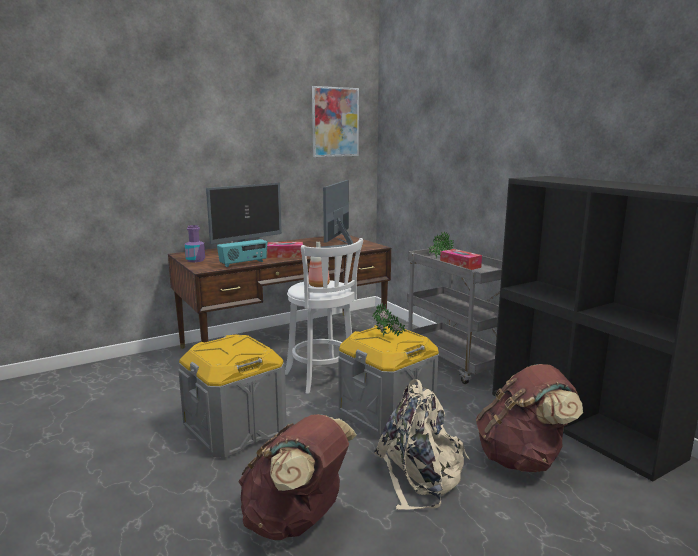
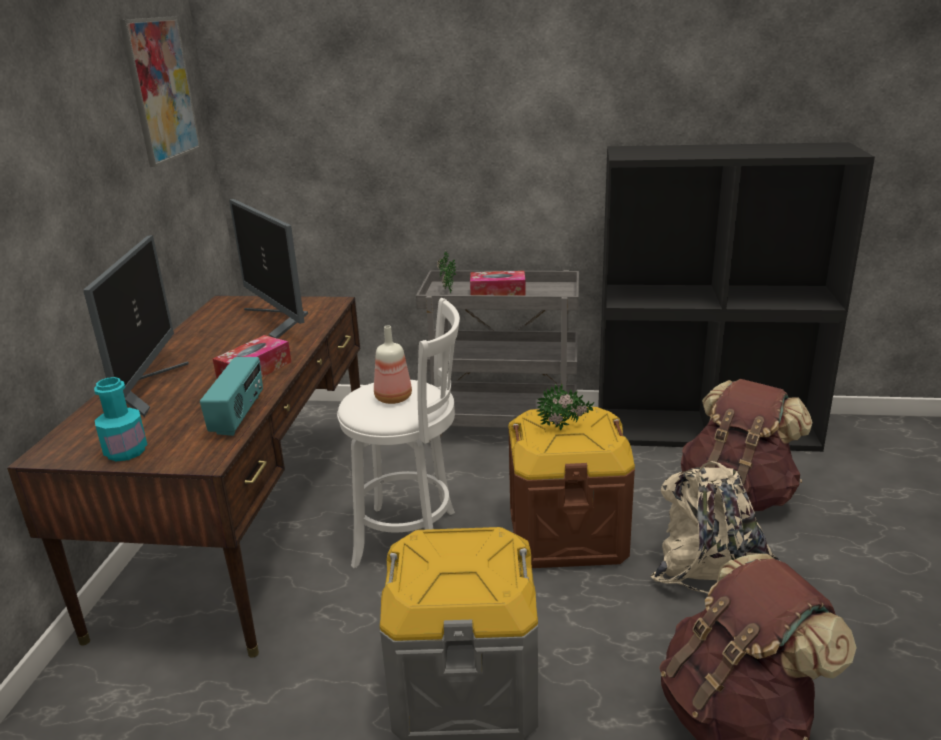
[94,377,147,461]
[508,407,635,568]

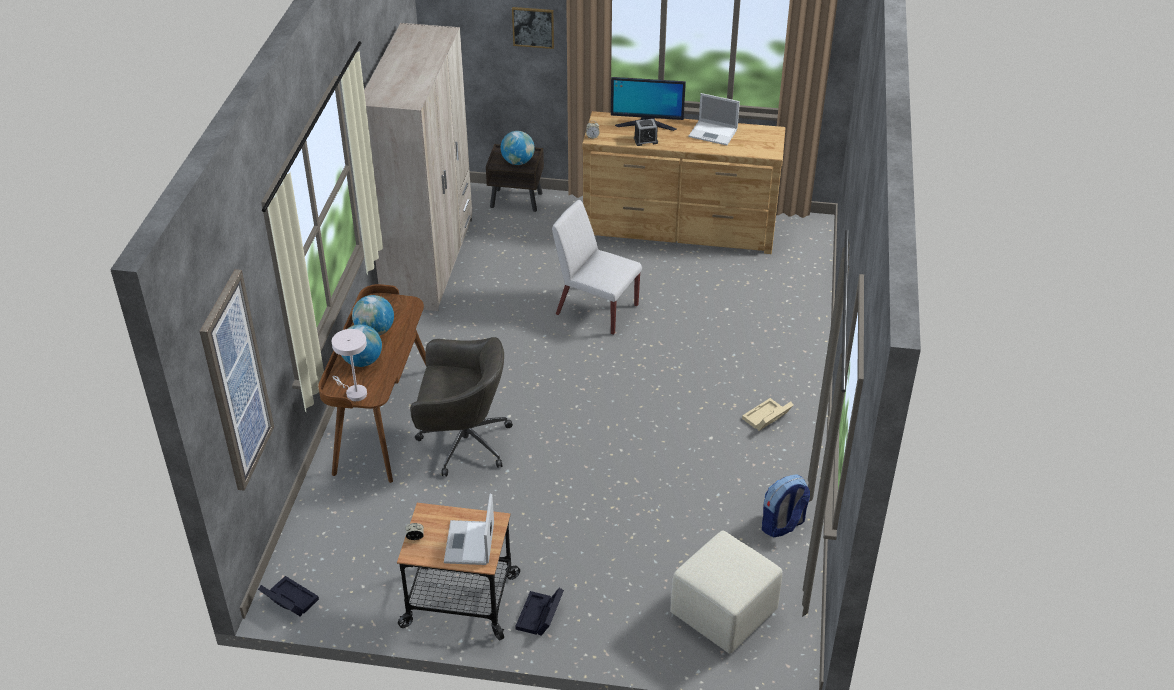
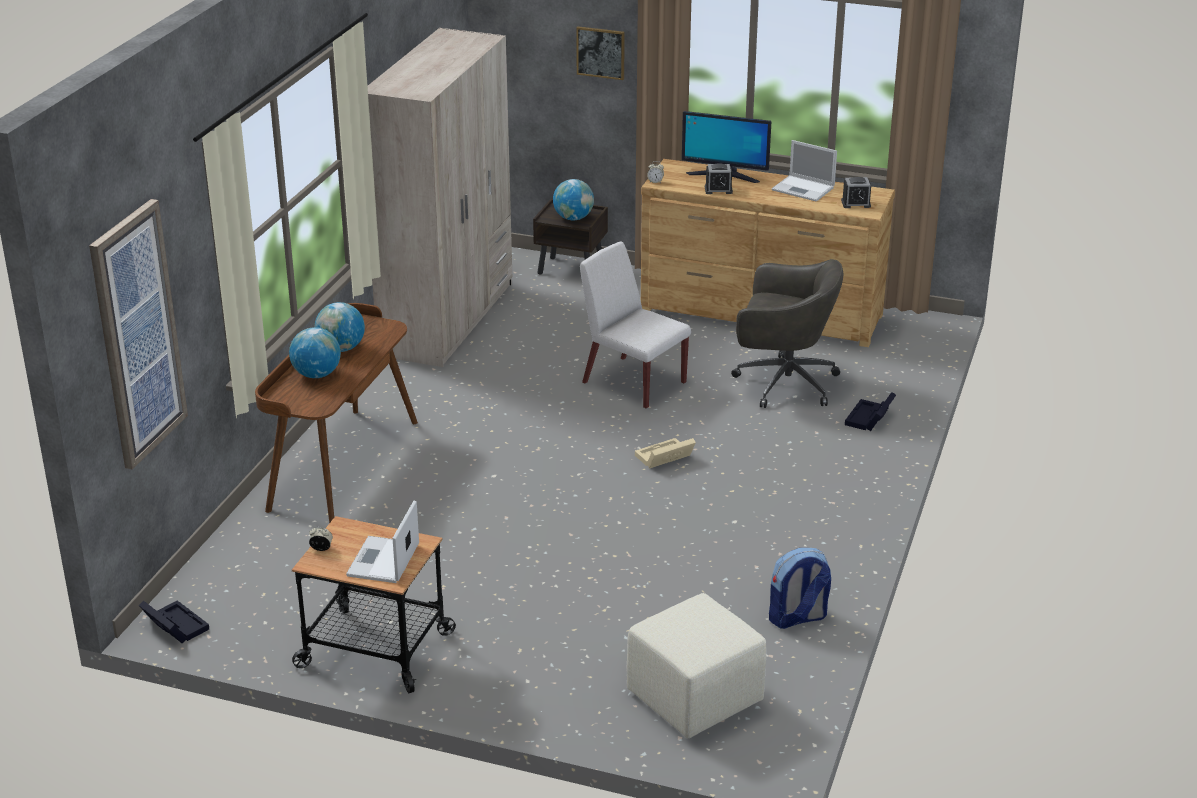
[332,329,367,401] (first image)
[841,177,871,208]
[731,259,844,408]
[845,392,896,431]
[635,438,696,469]

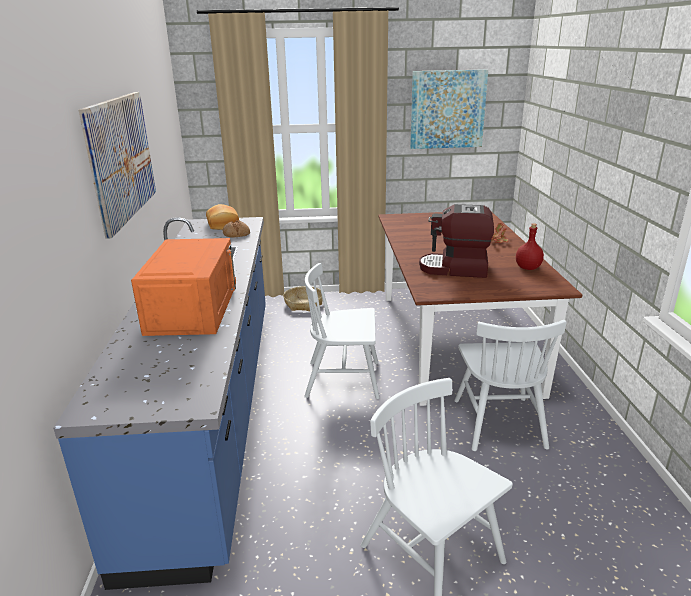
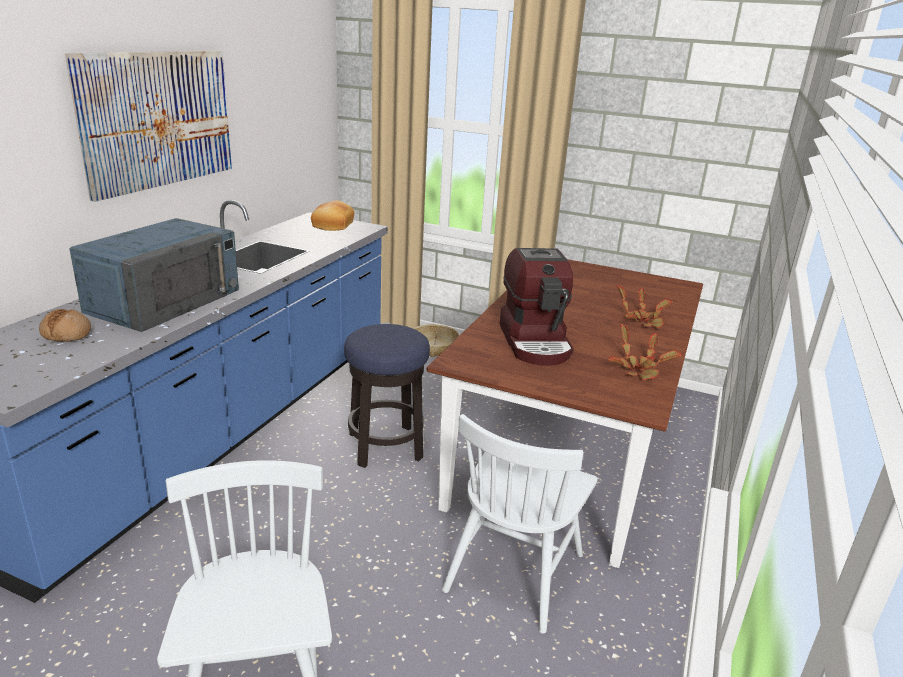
[410,69,488,149] (first image)
[39,309,91,342]
[344,324,430,468]
[608,324,683,380]
[70,218,239,332]
[500,248,574,366]

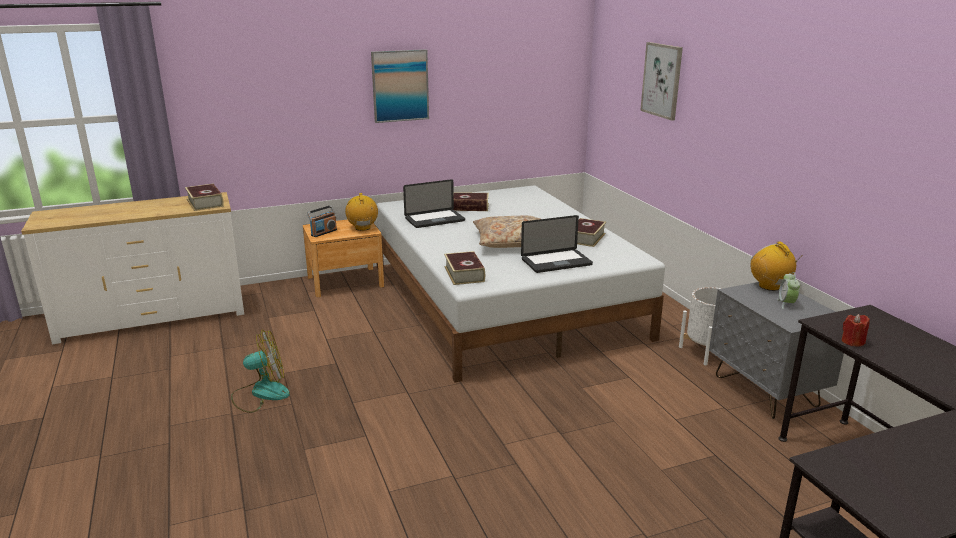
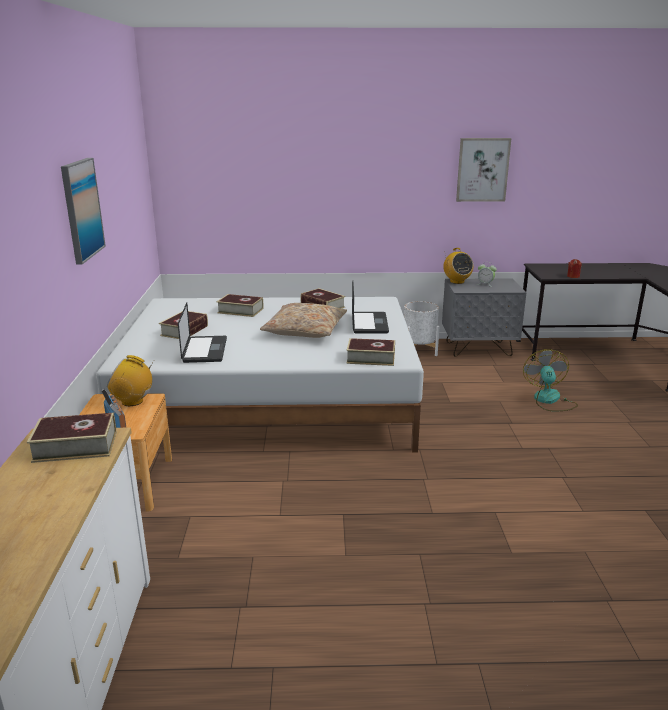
[217,294,263,317]
[523,349,578,411]
[456,138,512,202]
[443,248,474,284]

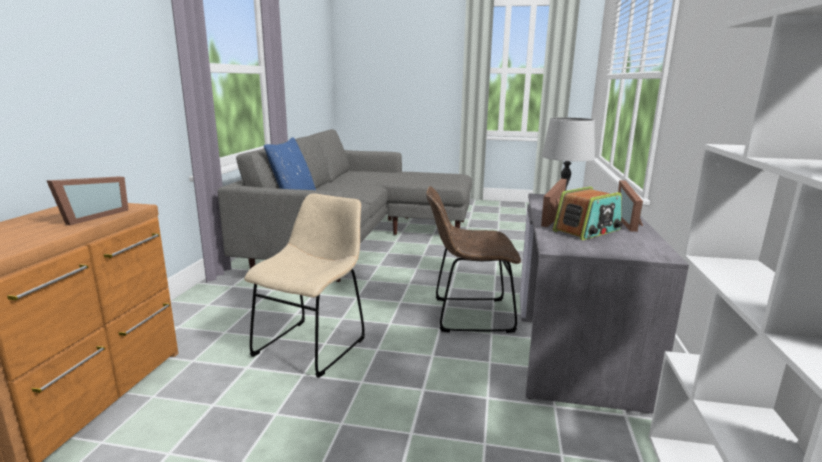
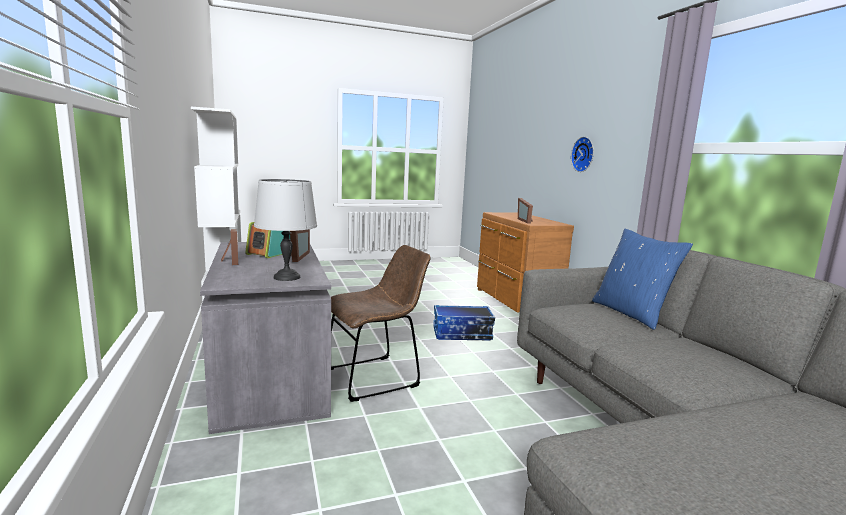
[571,137,594,172]
[433,305,495,340]

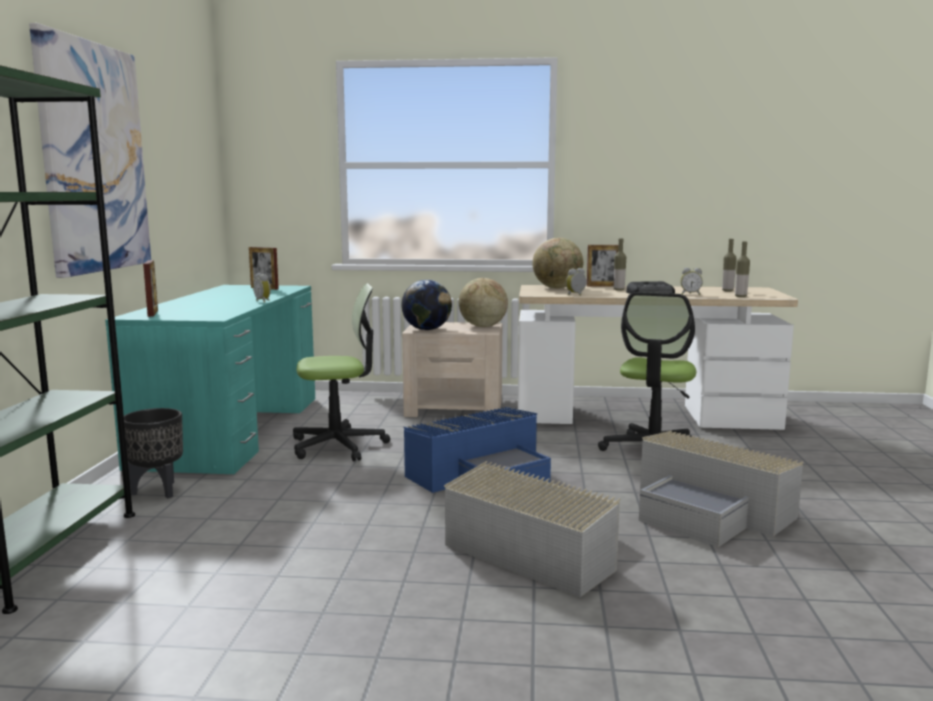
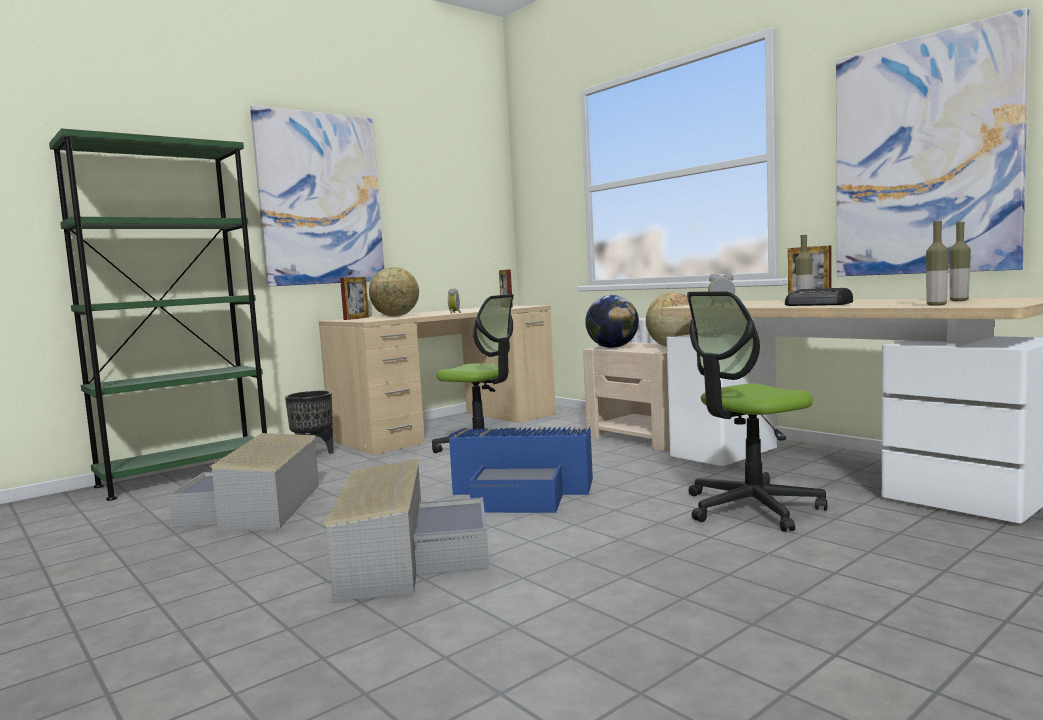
[680,268,703,295] (first image)
[836,8,1029,276]
[369,267,419,317]
[168,433,319,532]
[319,306,556,455]

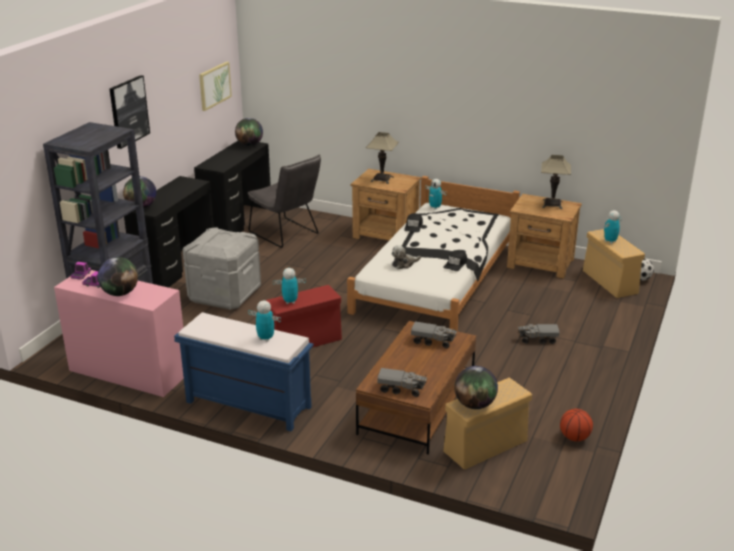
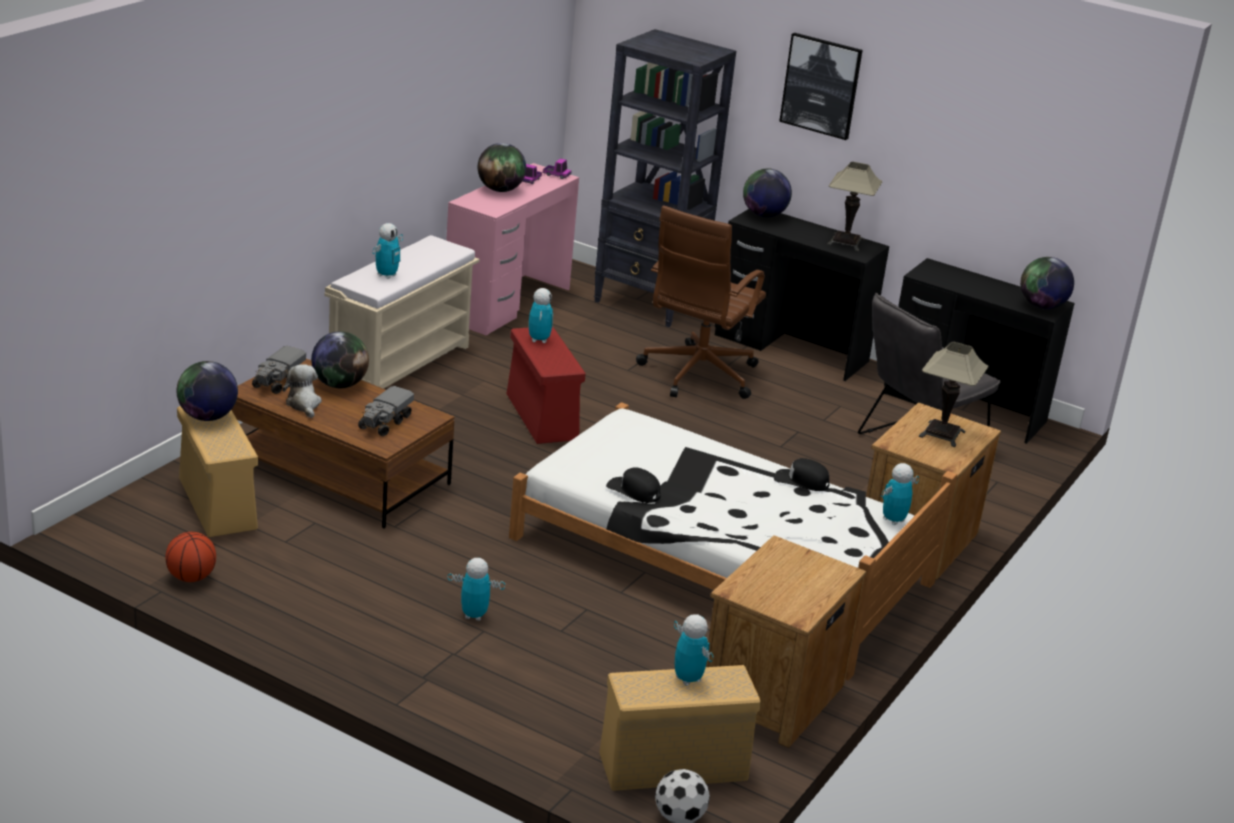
[199,61,232,111] (first image)
[311,331,369,388]
[283,364,322,418]
[827,162,882,251]
[636,205,766,399]
[448,558,505,621]
[325,235,480,389]

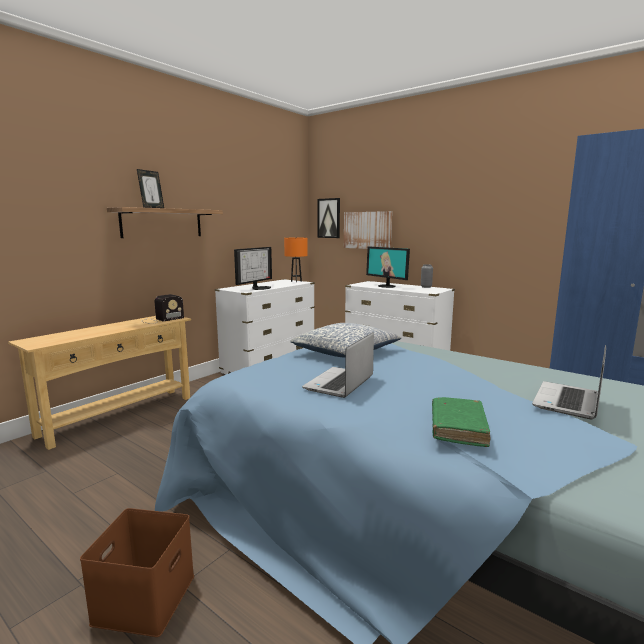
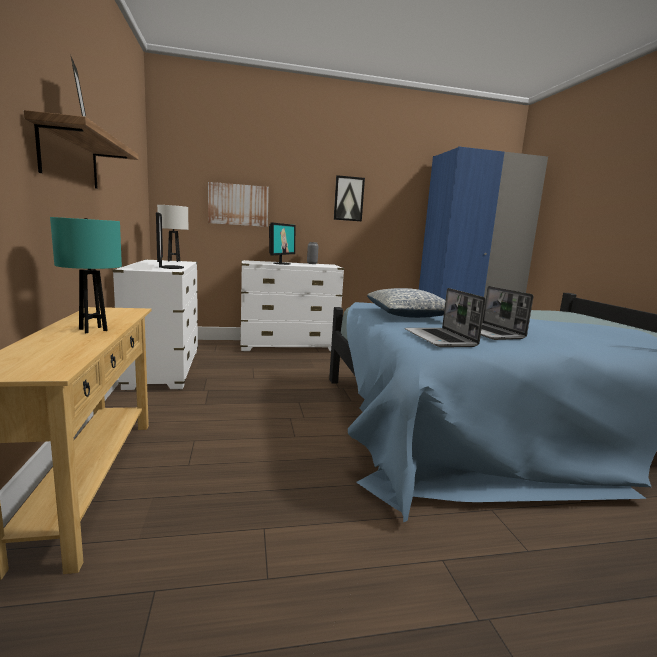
[80,508,194,637] (first image)
[142,294,184,324] (first image)
[432,397,491,447] (first image)
[50,217,122,333]
[334,175,365,221]
[405,288,486,347]
[157,205,188,262]
[269,223,295,265]

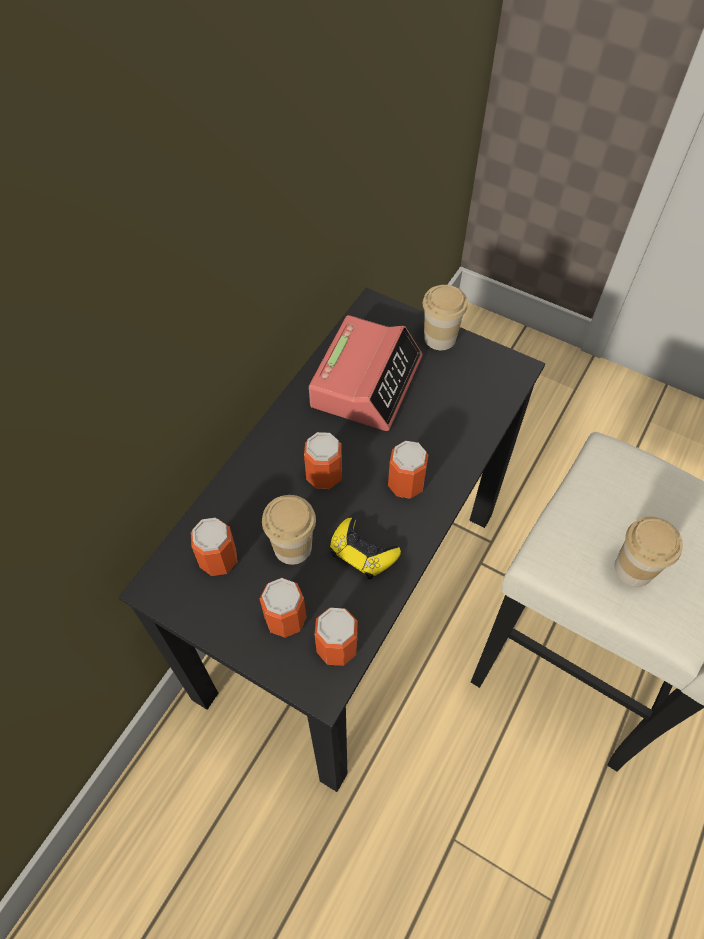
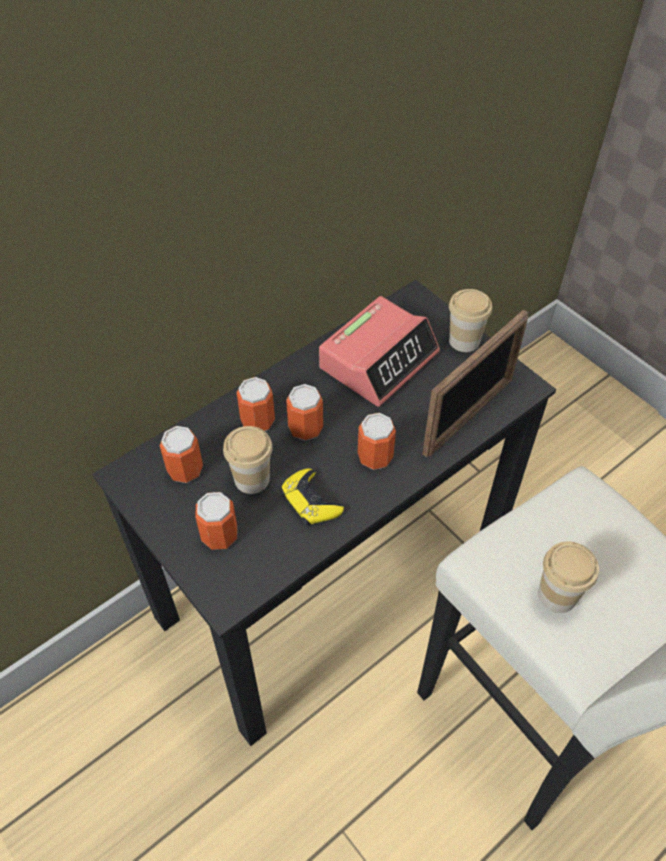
[422,310,528,457]
[236,377,275,431]

